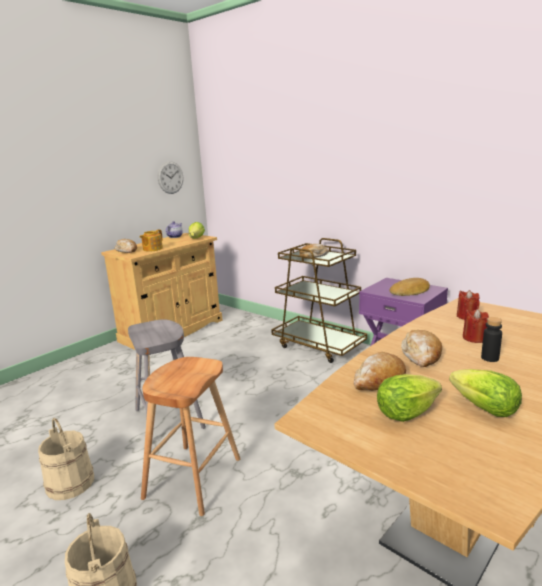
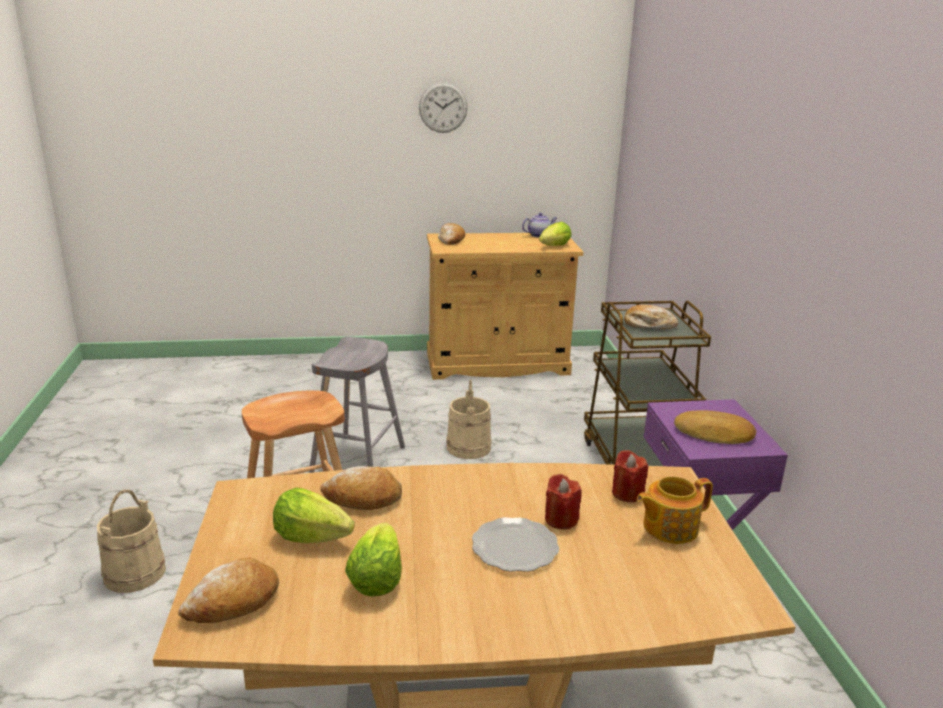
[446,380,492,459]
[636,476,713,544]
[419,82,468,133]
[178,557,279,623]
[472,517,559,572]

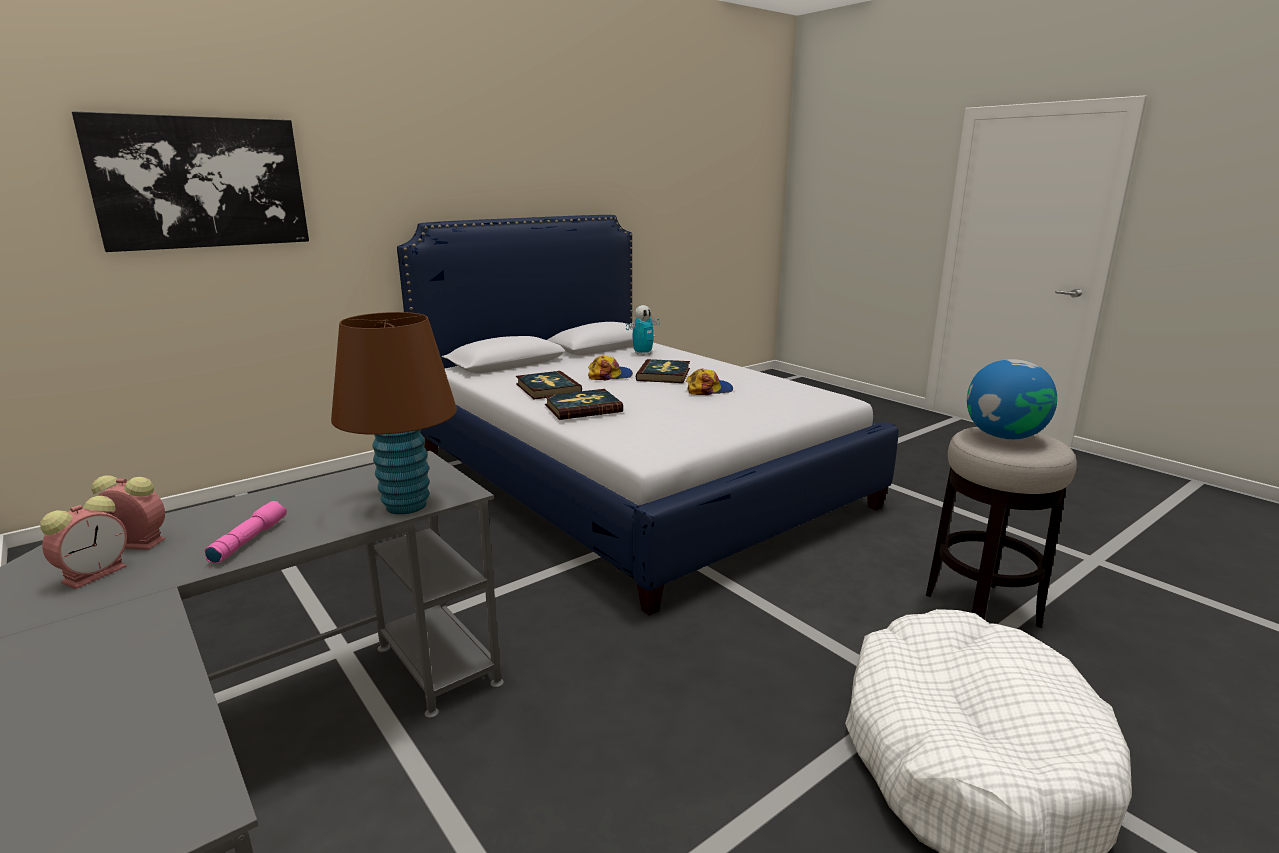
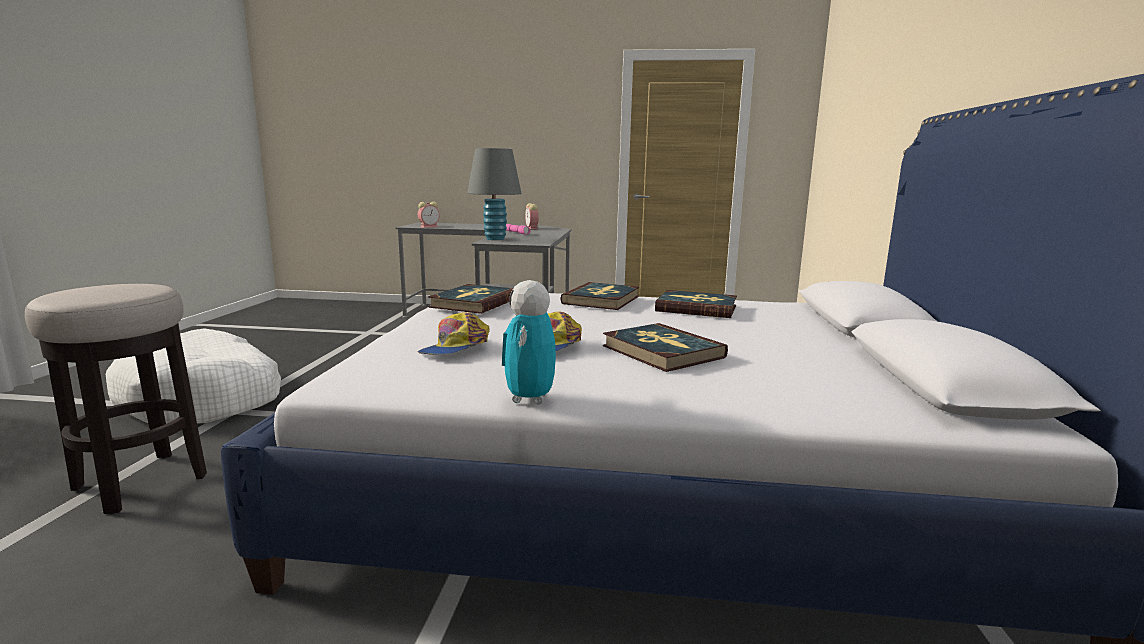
[72,111,309,252] (first image)
[967,359,1057,439] (first image)
[428,284,513,314]
[418,202,440,228]
[418,312,490,355]
[502,280,556,404]
[467,148,522,240]

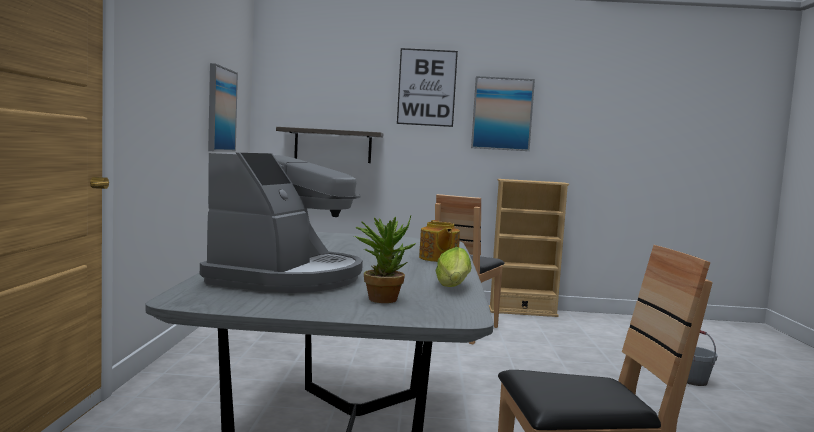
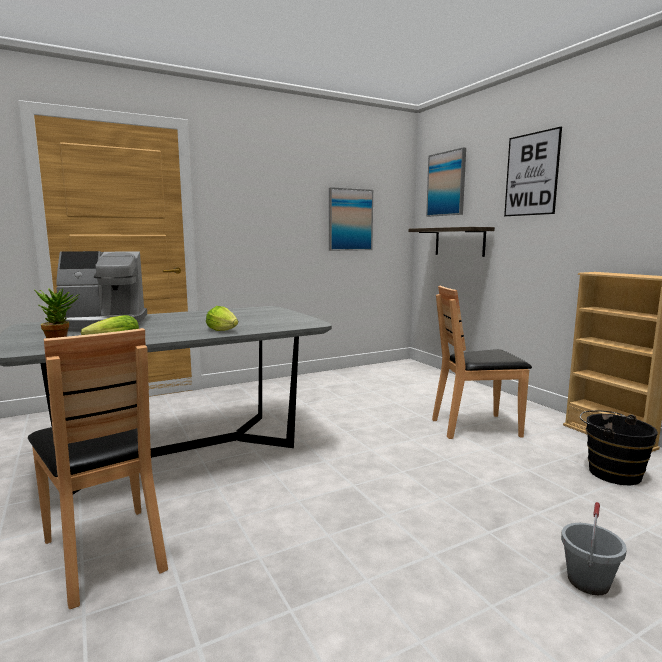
[580,410,658,486]
[426,147,466,217]
[206,306,238,331]

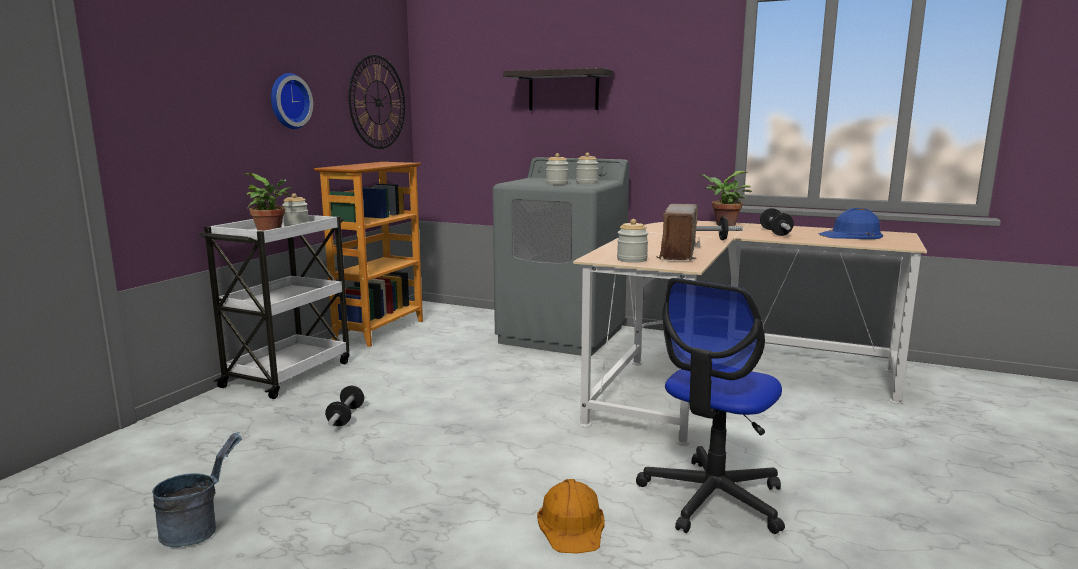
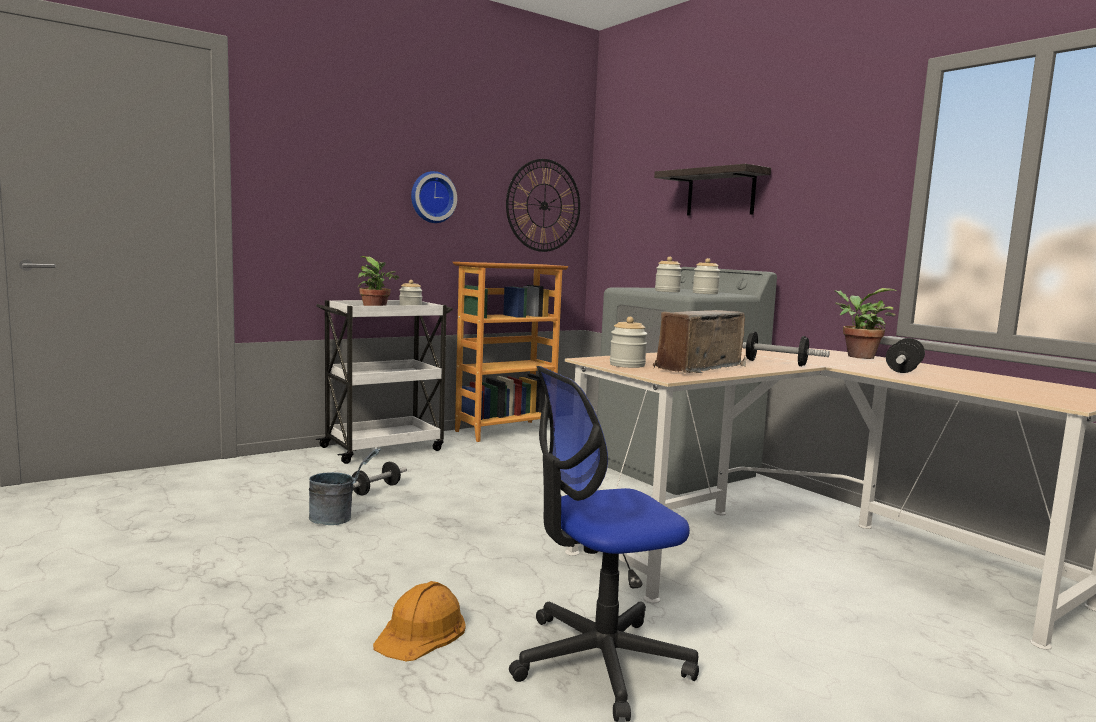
[818,208,883,239] (first image)
[309,449,381,525]

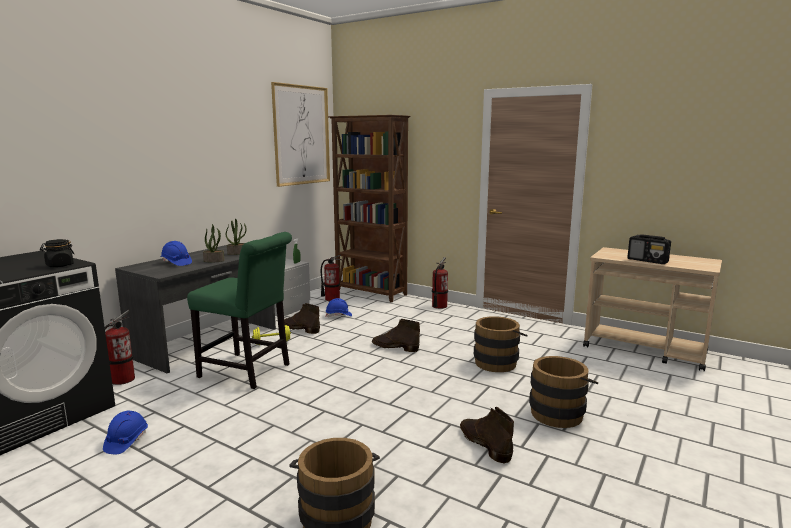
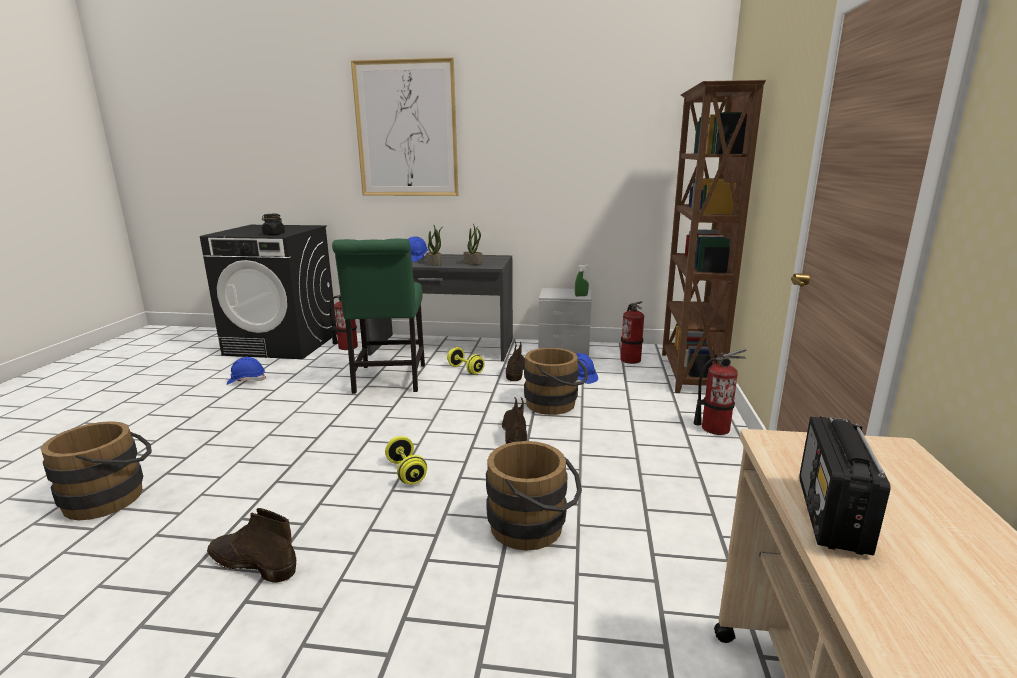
[385,436,427,484]
[351,58,459,196]
[524,348,588,415]
[207,508,296,583]

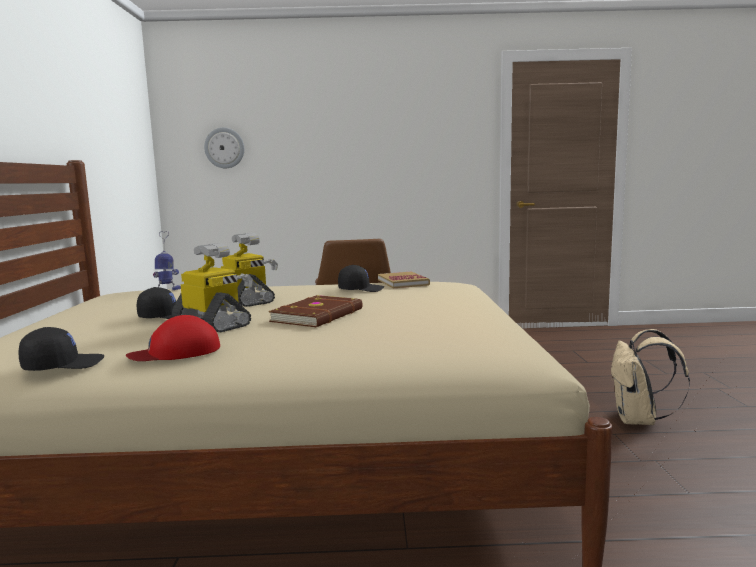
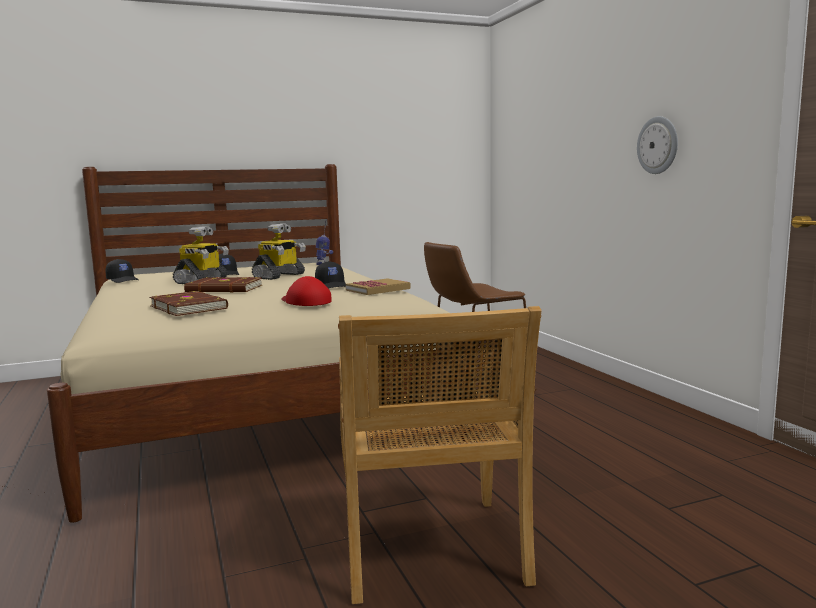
[150,291,228,316]
[281,276,332,306]
[637,116,678,174]
[338,306,541,604]

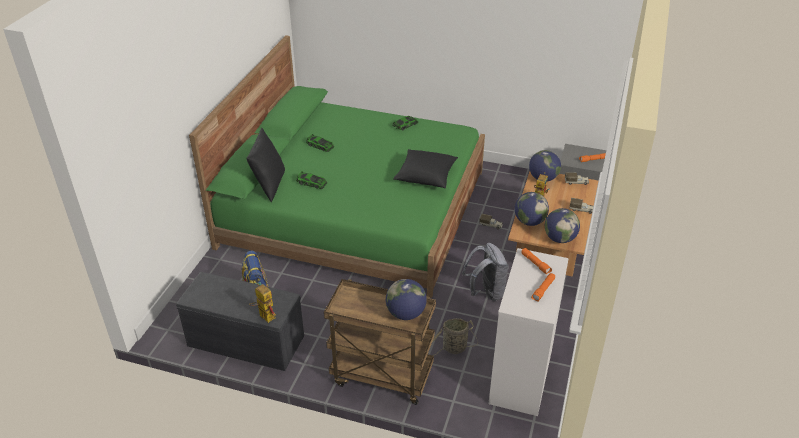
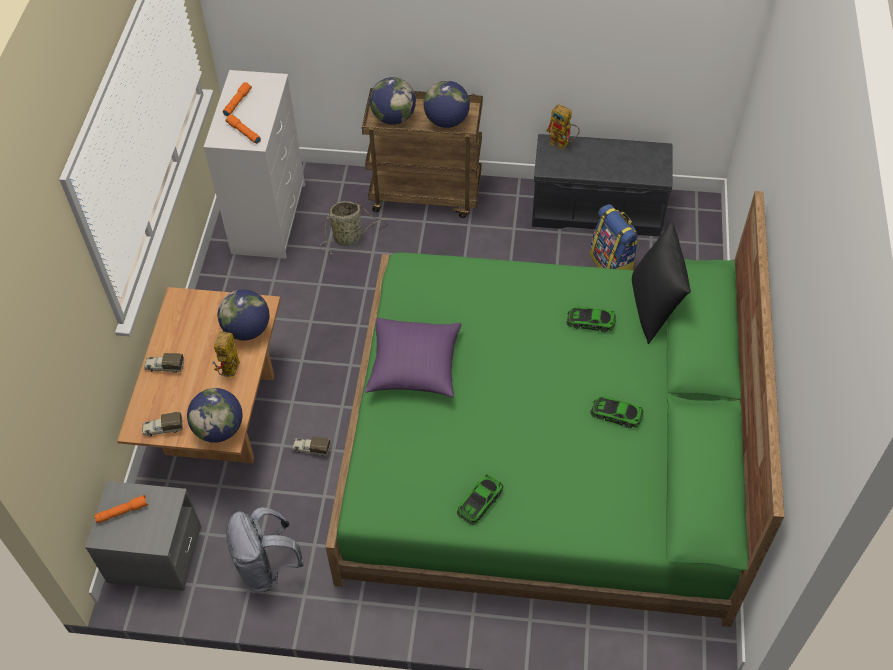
[226,507,304,592]
[423,81,470,128]
[365,318,462,398]

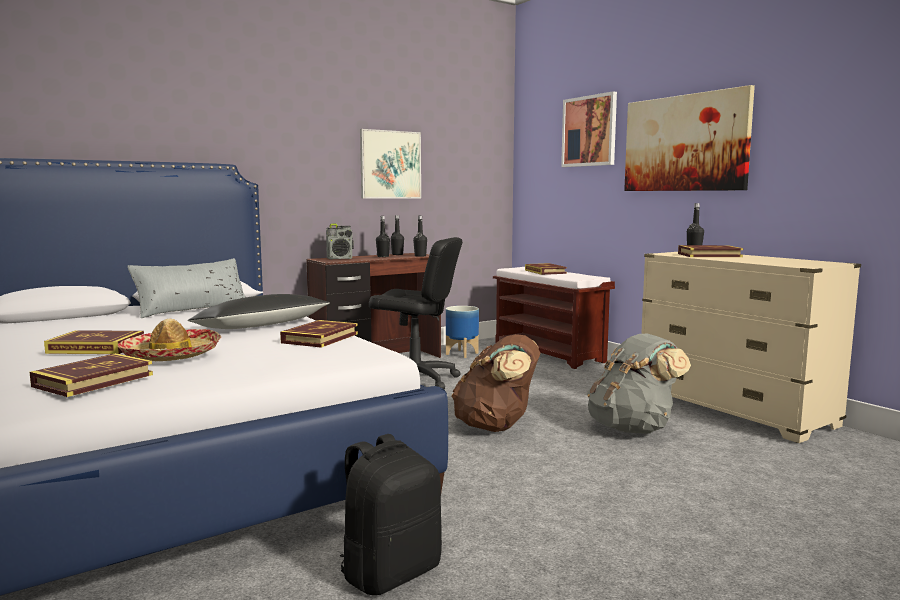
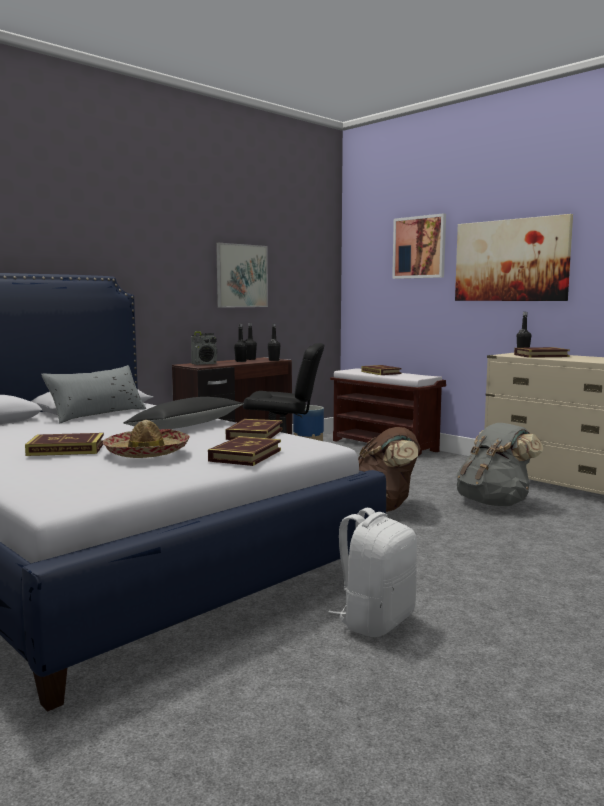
[208,436,281,466]
[328,508,417,637]

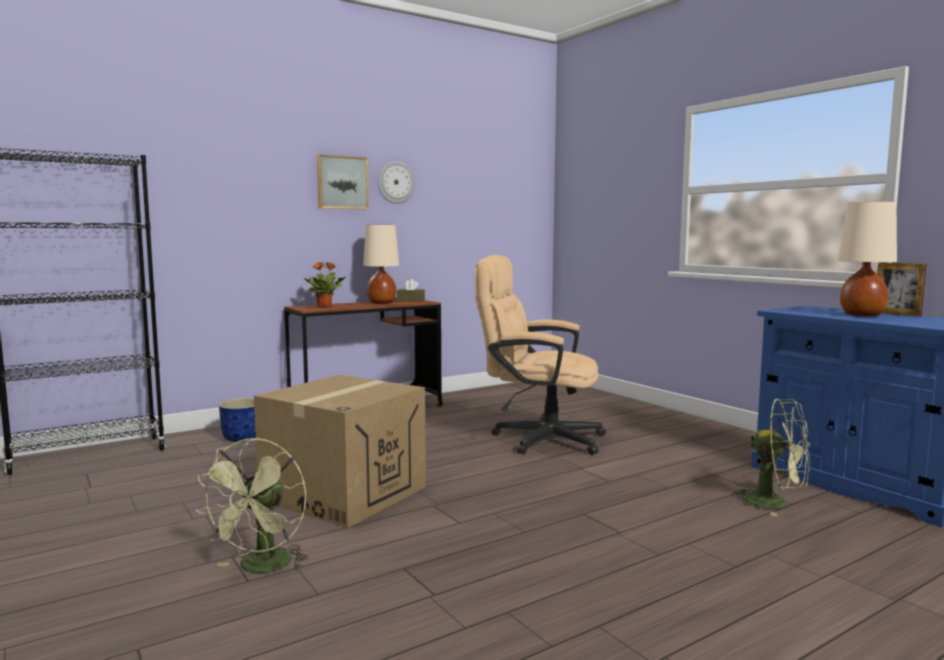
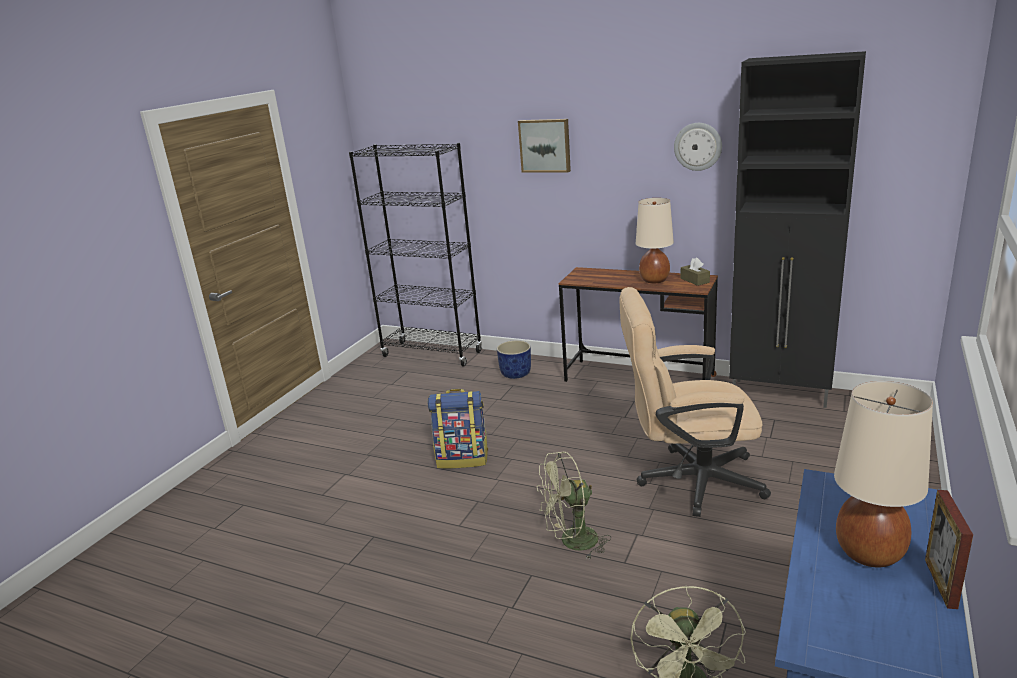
[303,262,345,308] (first image)
[729,51,866,408]
[537,451,611,559]
[518,119,571,173]
[427,389,488,469]
[619,287,771,517]

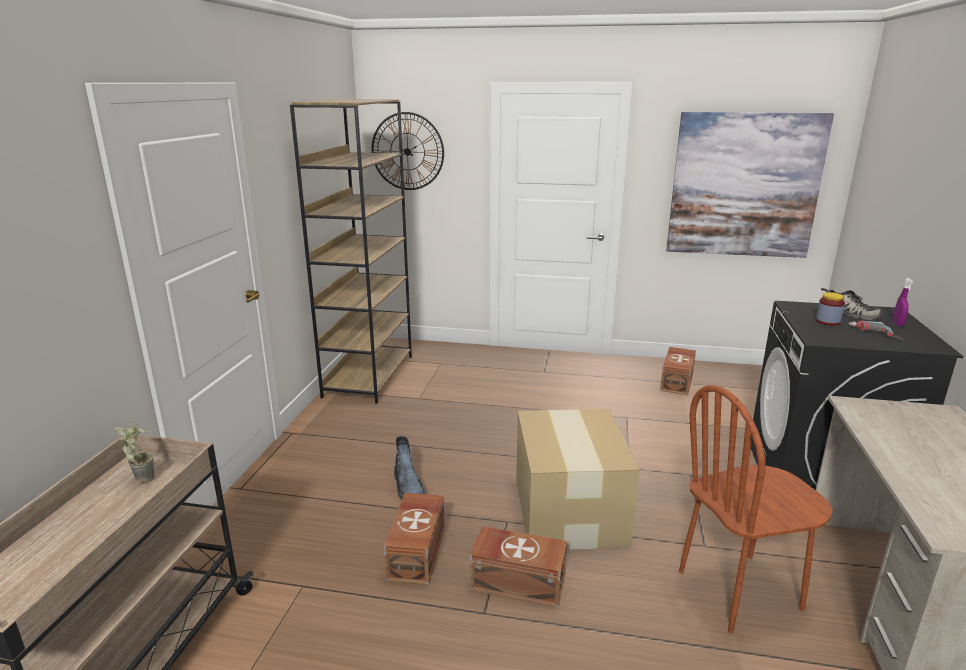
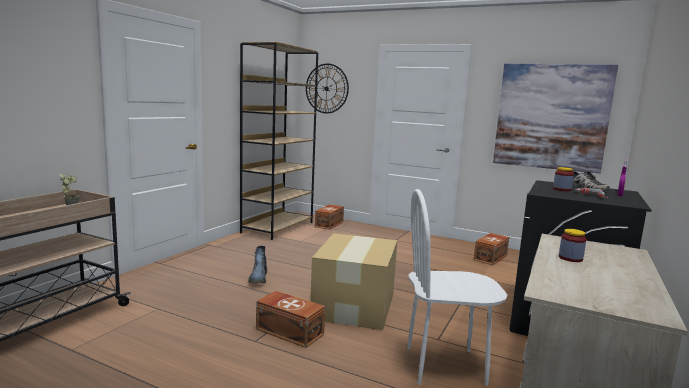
[559,229,586,262]
[315,204,344,230]
[407,189,508,386]

